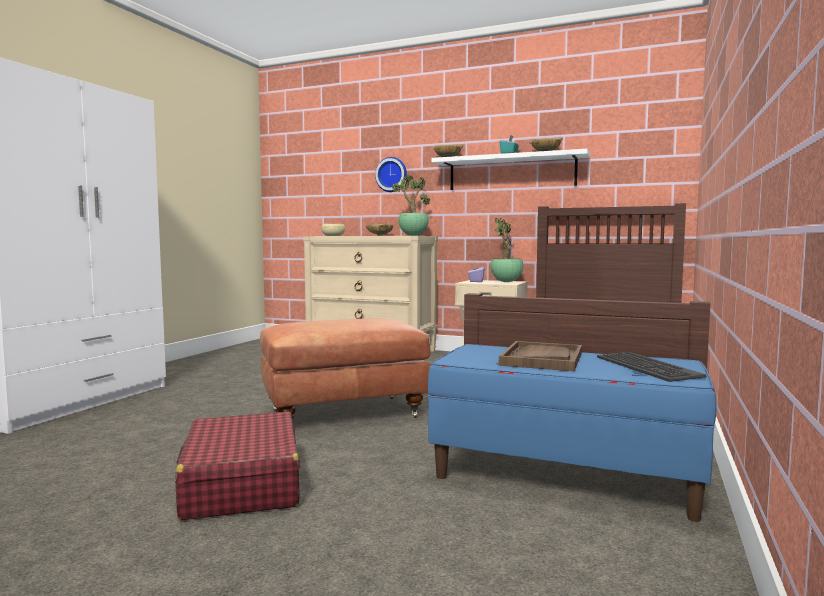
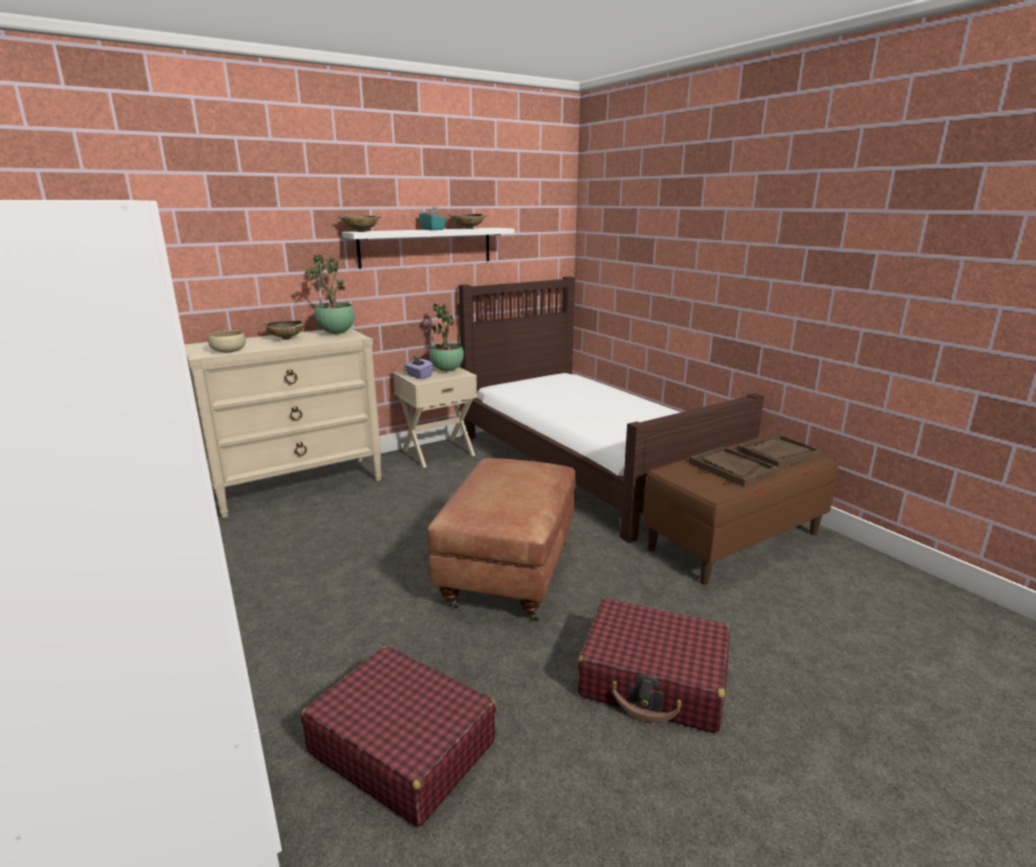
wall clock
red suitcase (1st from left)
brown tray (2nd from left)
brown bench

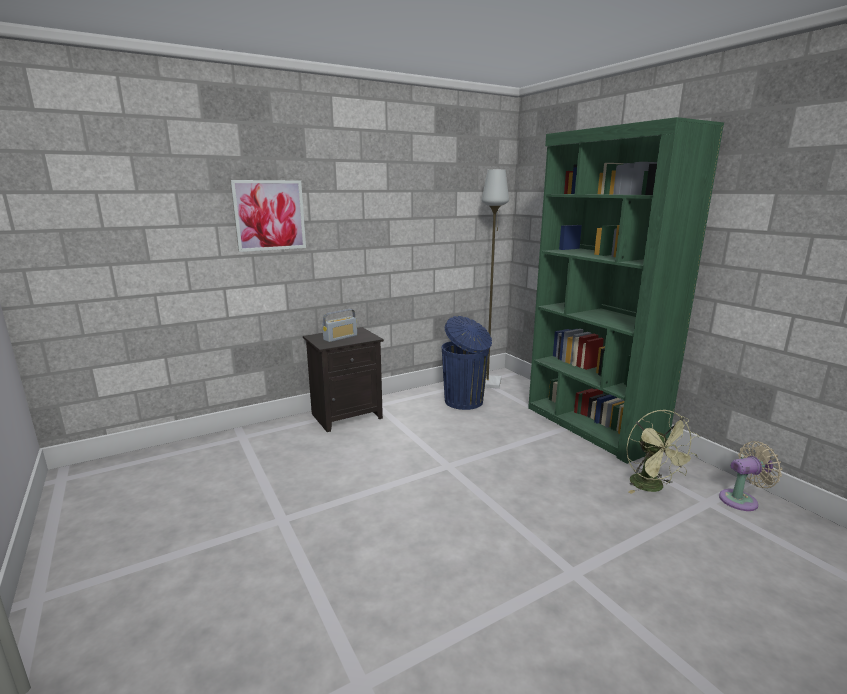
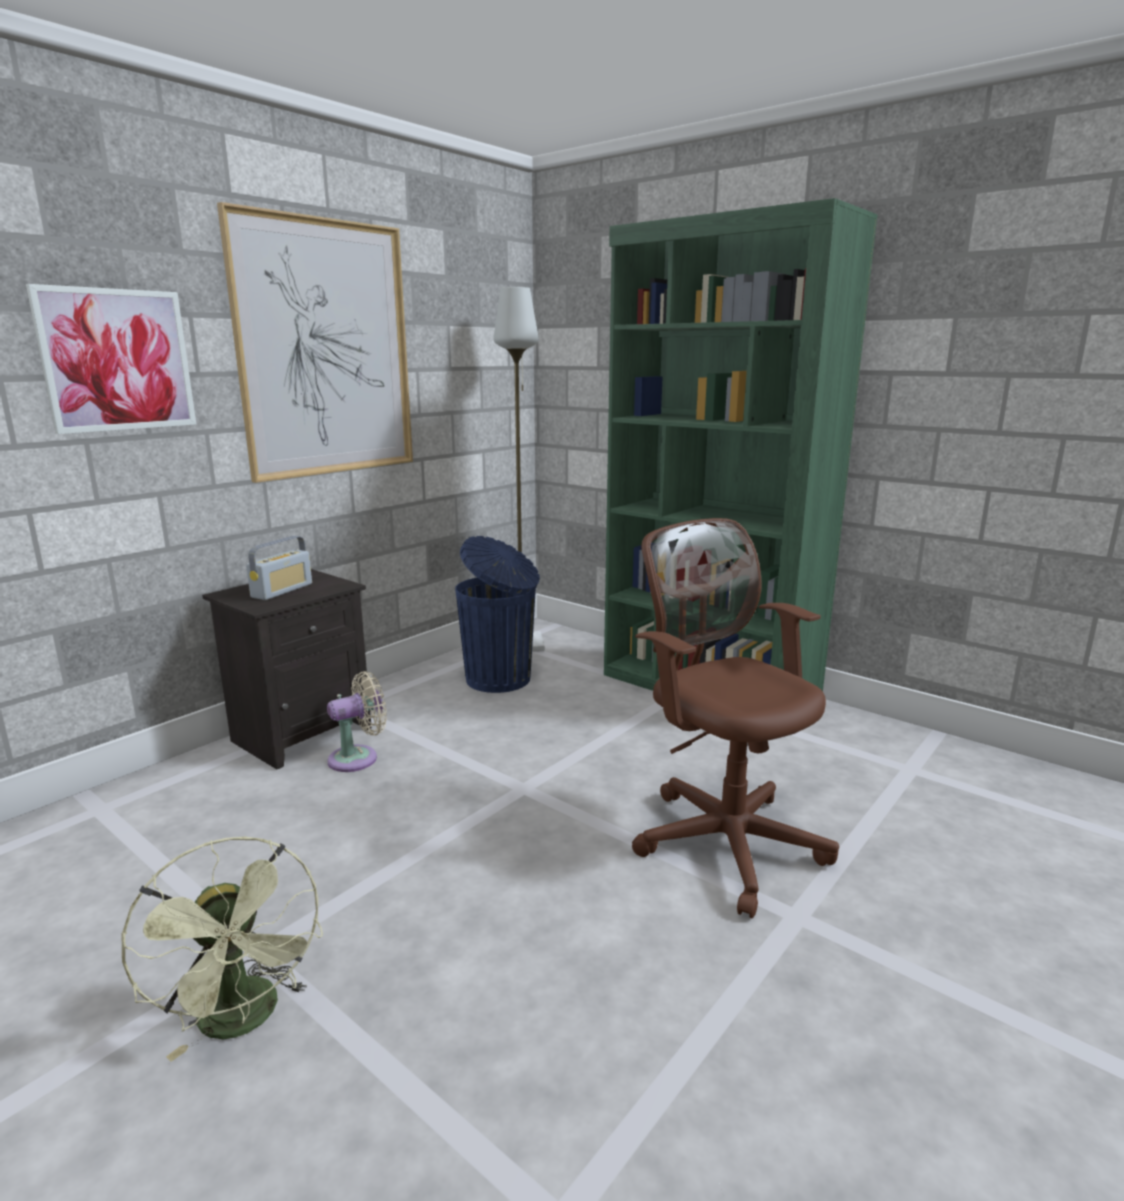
picture (2nd from left)
brown office chair
green fan
beige fan

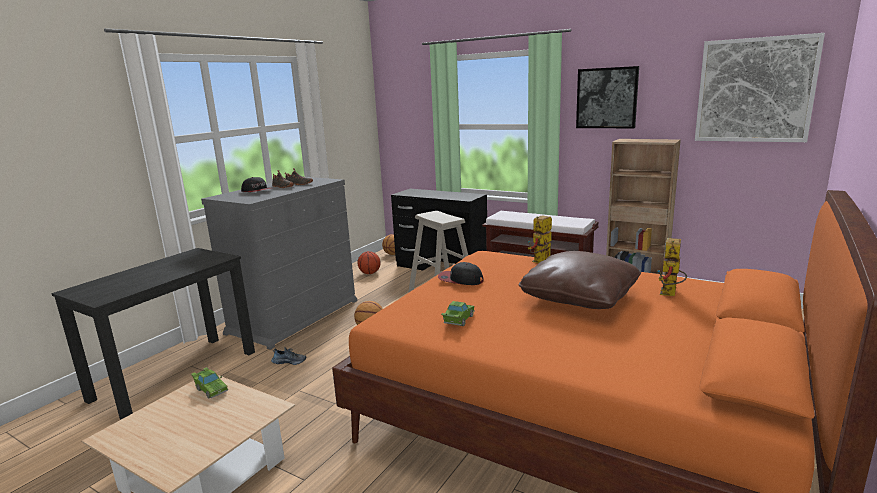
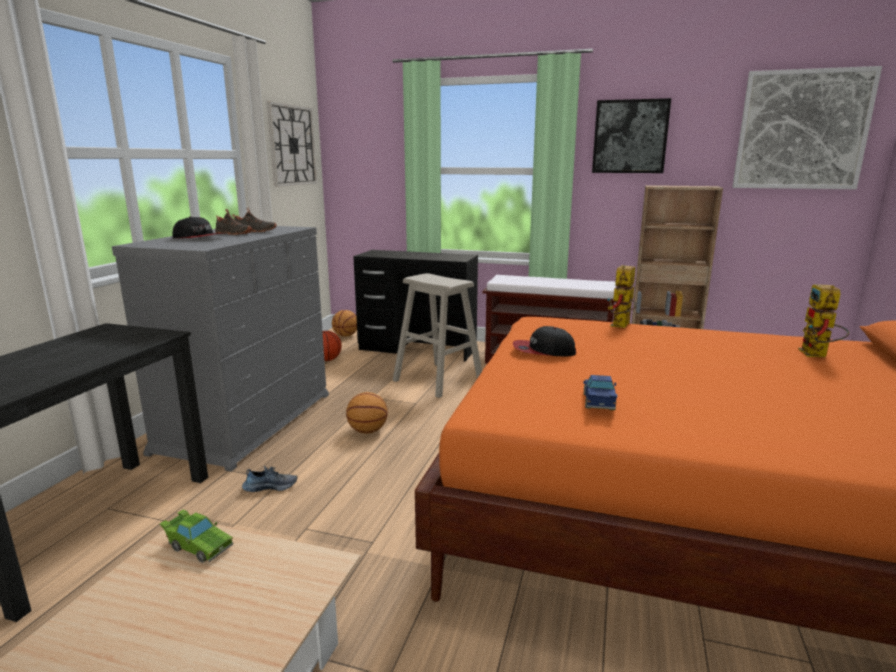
brown pillow
wall clock
blue toy car

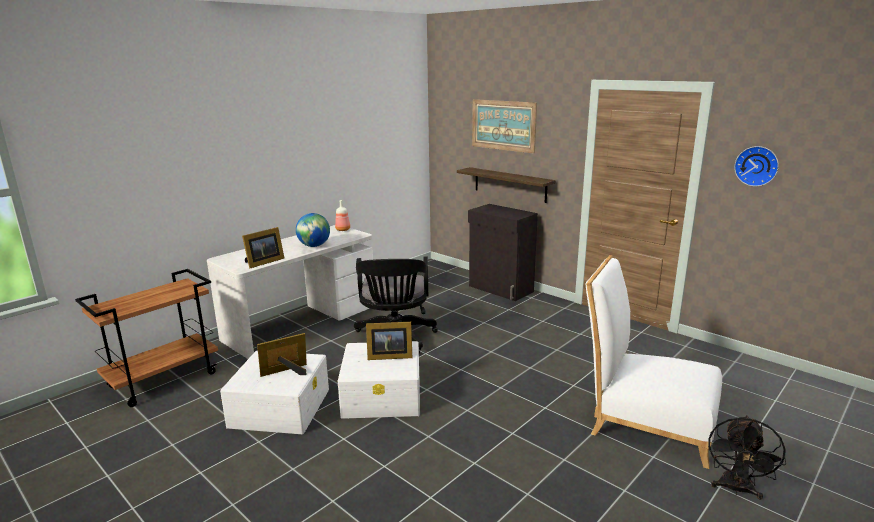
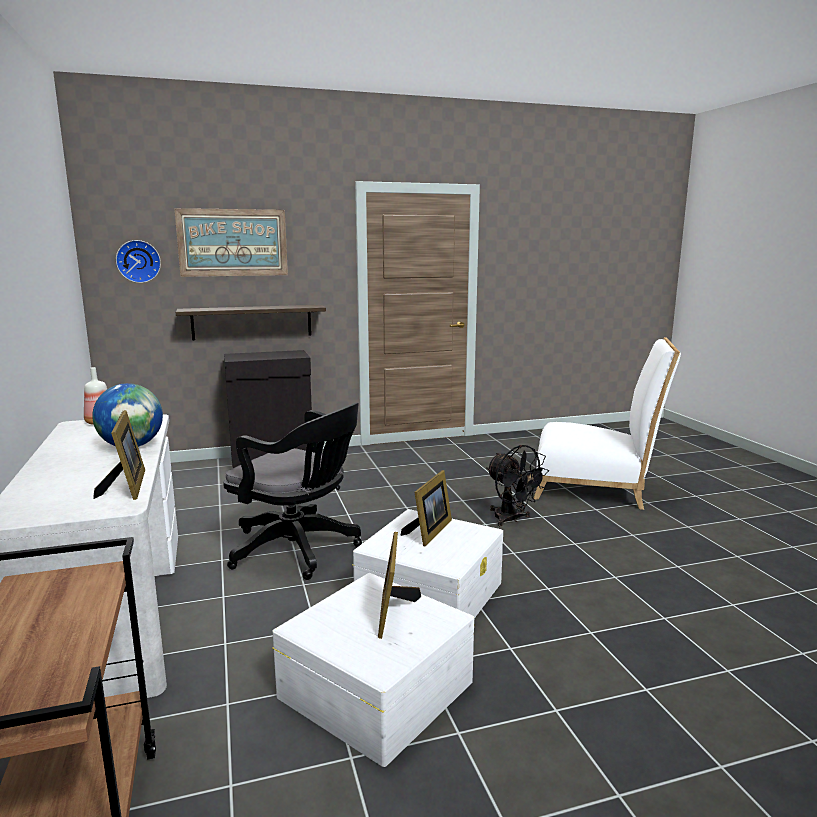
black fan
wall clock
white chair

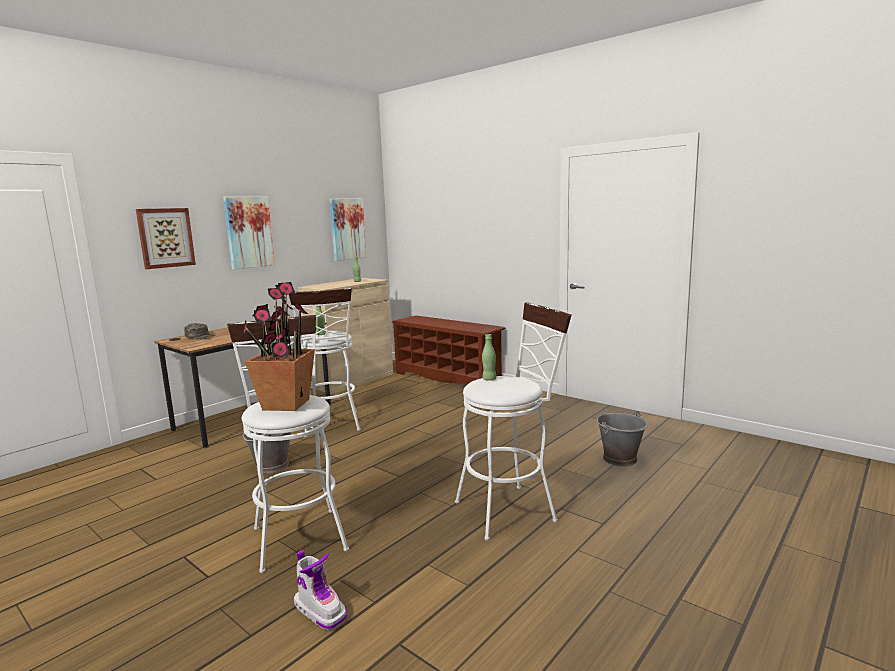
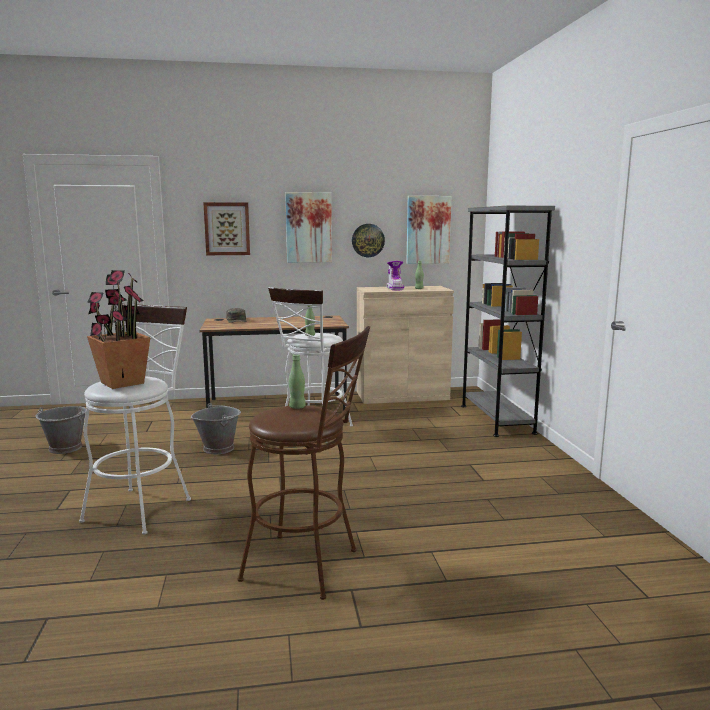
wall clock
boot
grey bucket (1st from left)
grey bookcase
brown stool

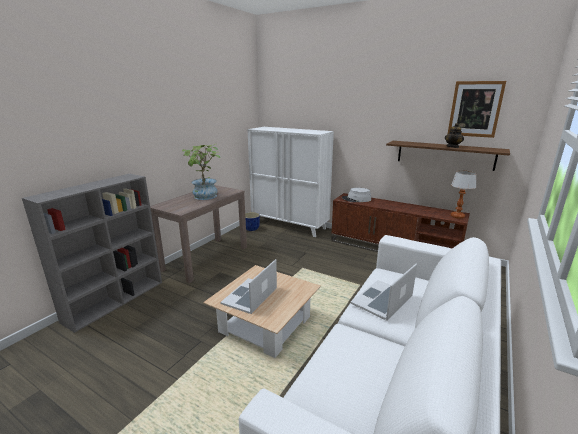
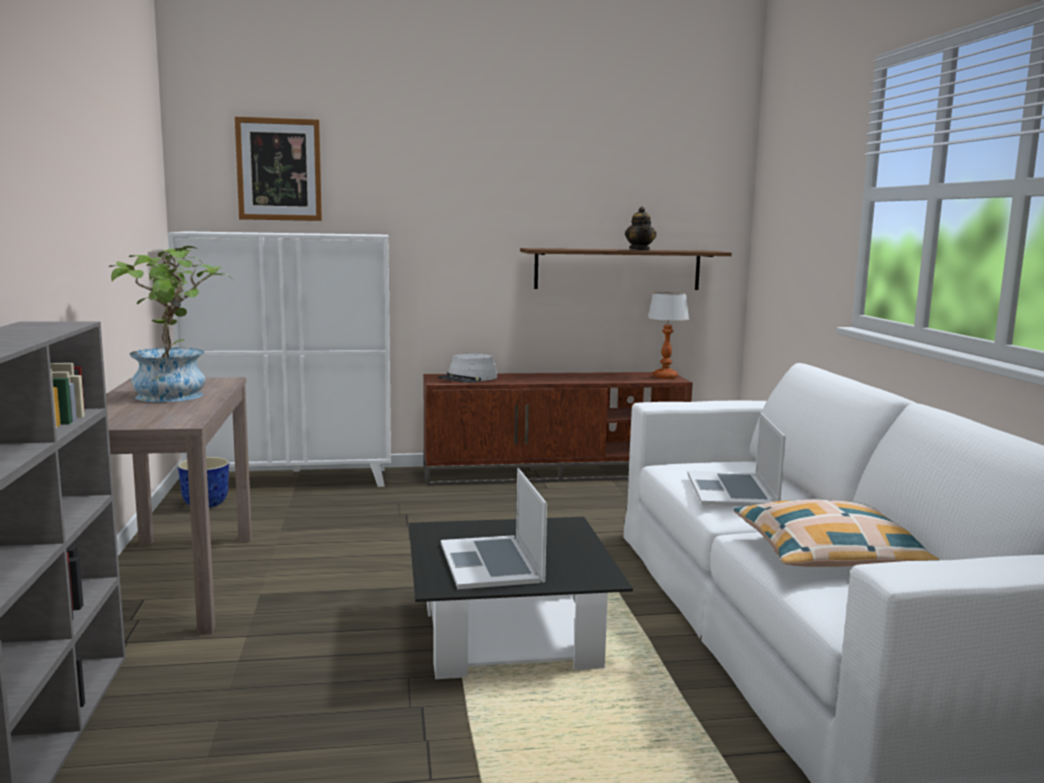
pillow
picture
black coffee table

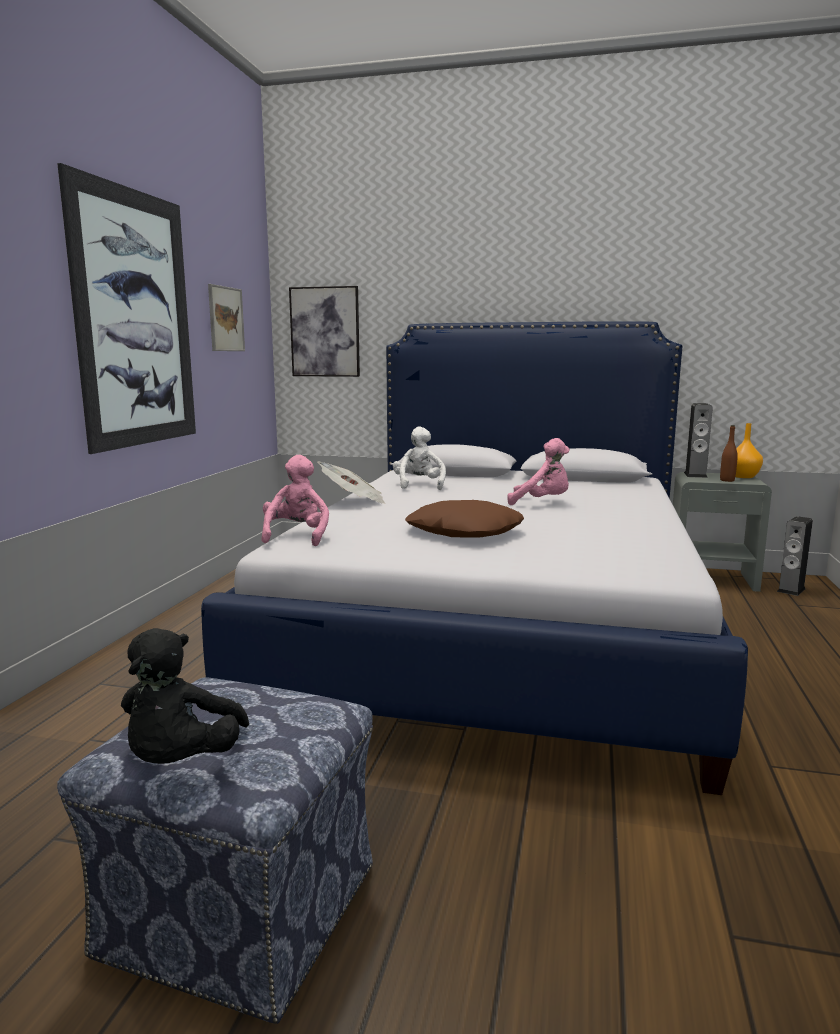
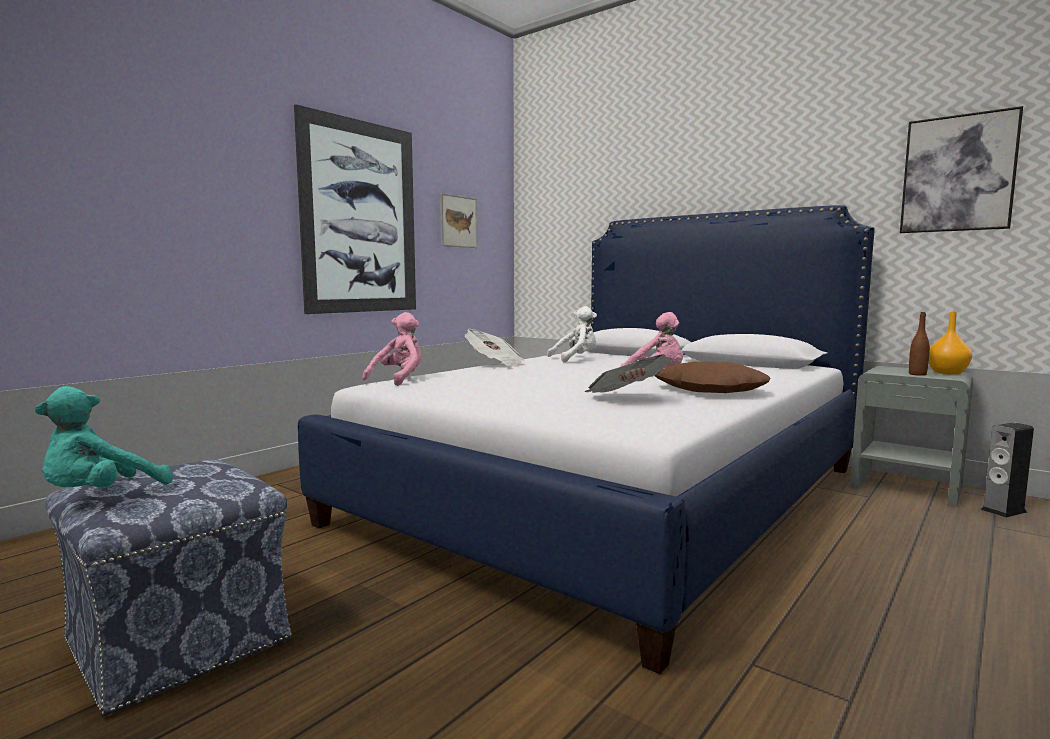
speaker (1st from left in the first image)
newspaper (2nd from left)
picture (3rd from left)
brown pillow
turquoise plush toy
white plush toy

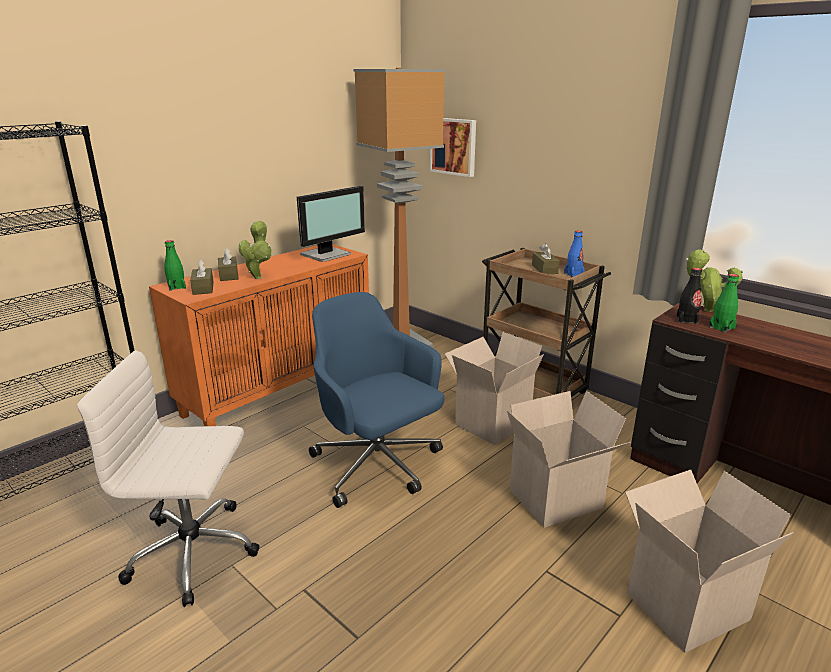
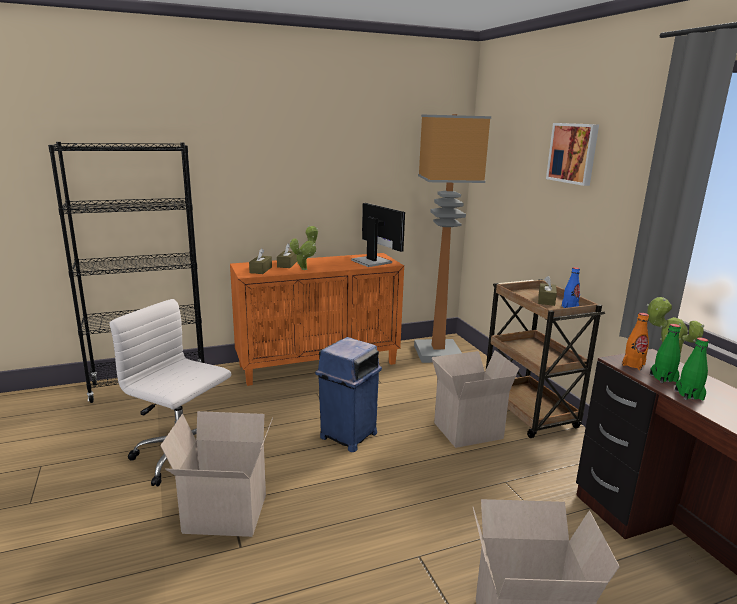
green bottle (2nd from left)
picture
cardboard box (1st from left)
blue trash can
orange bottle
monitor

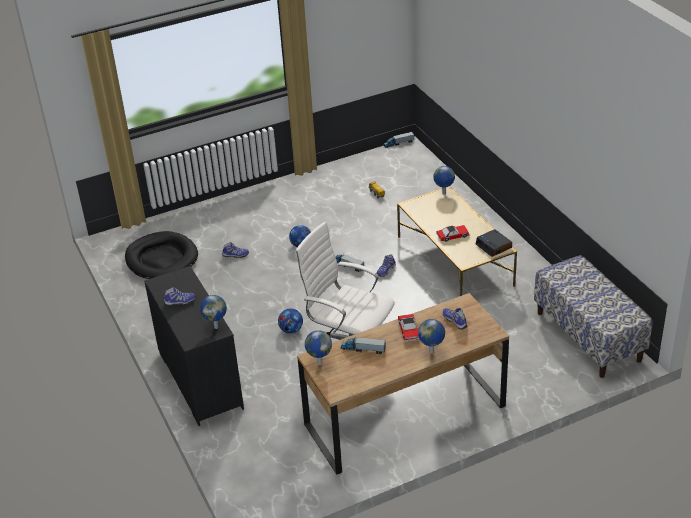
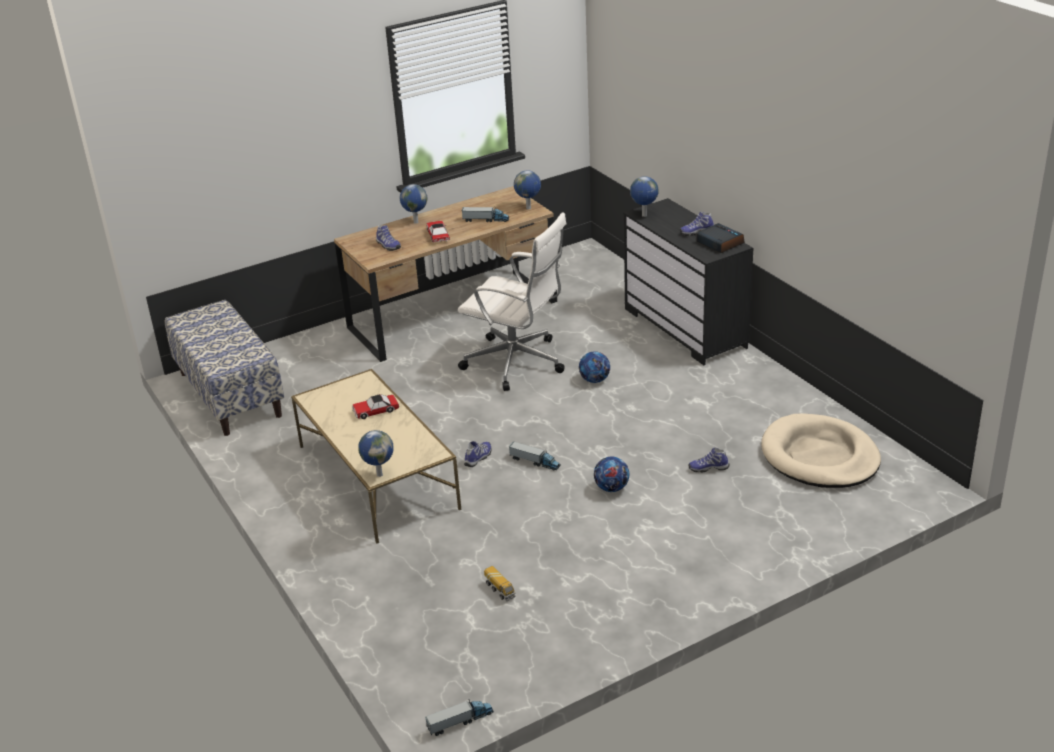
alarm clock
beige dog bed

